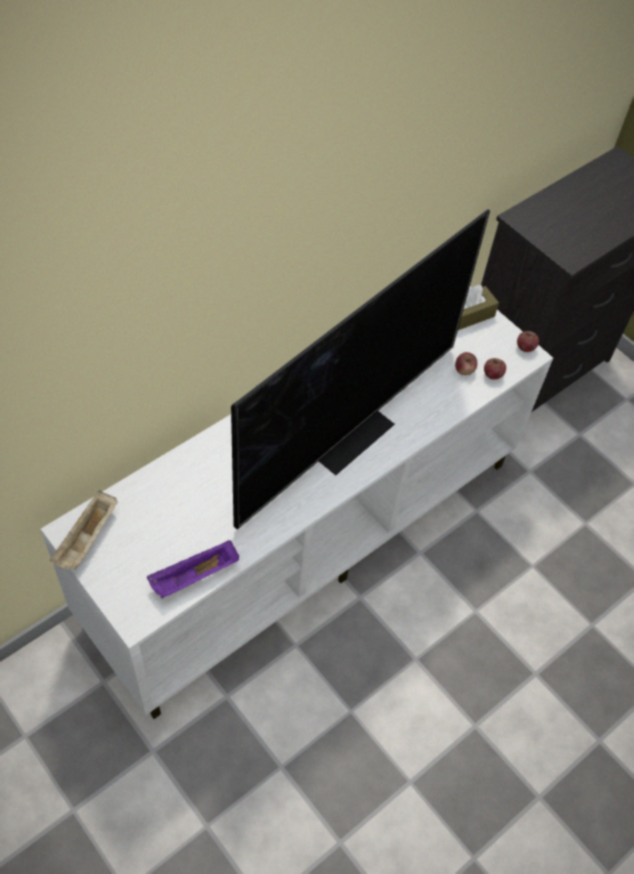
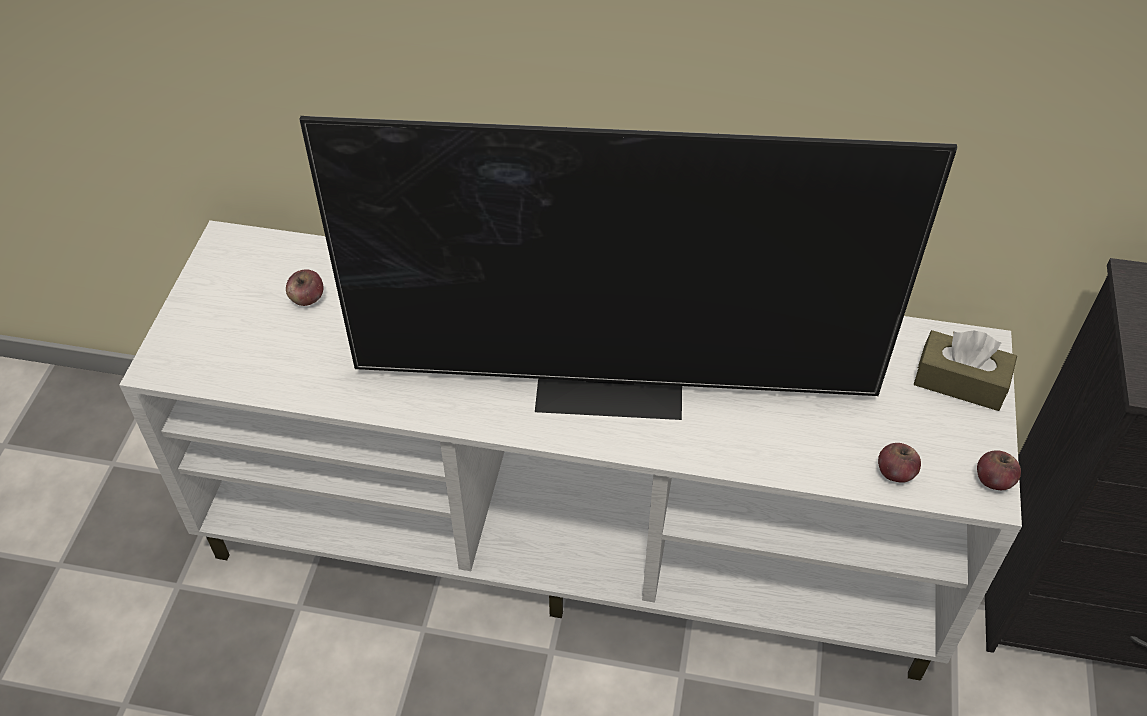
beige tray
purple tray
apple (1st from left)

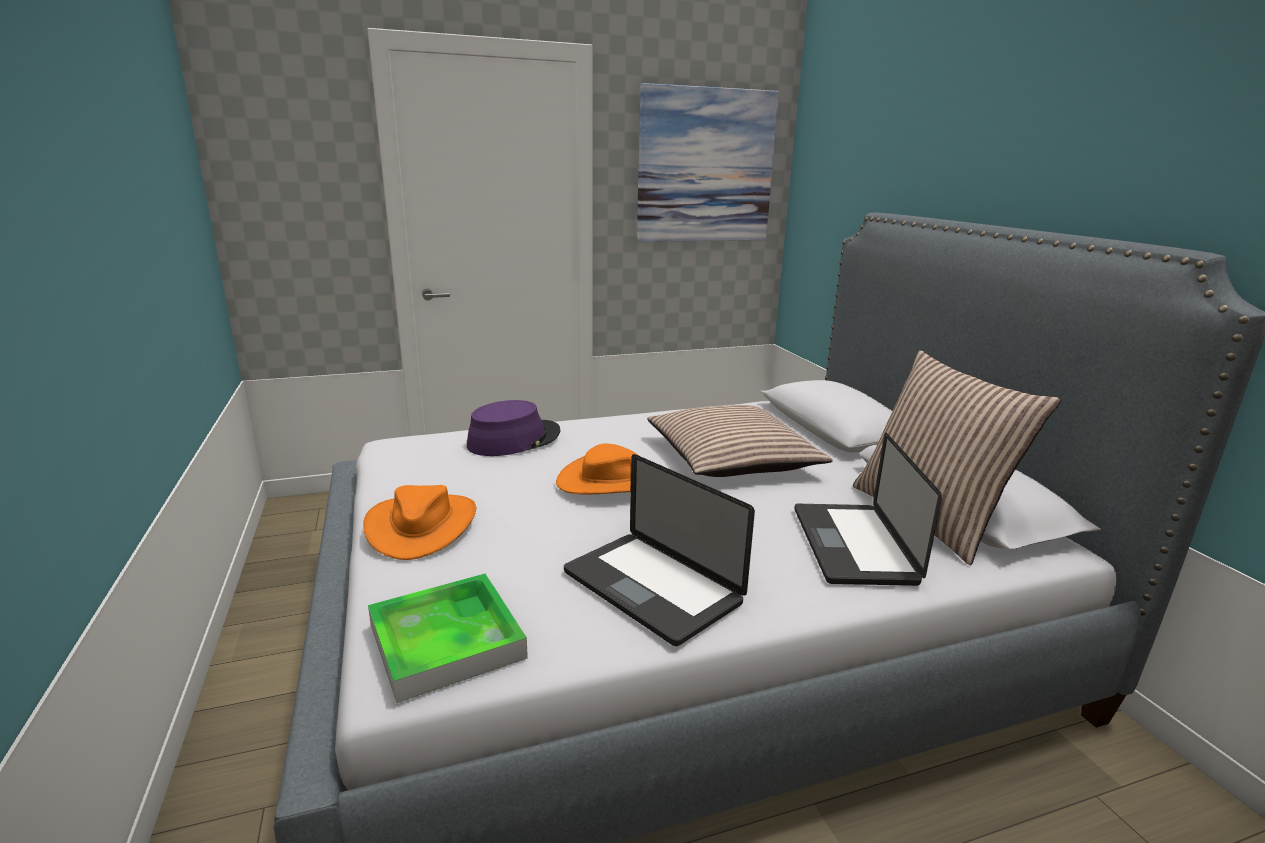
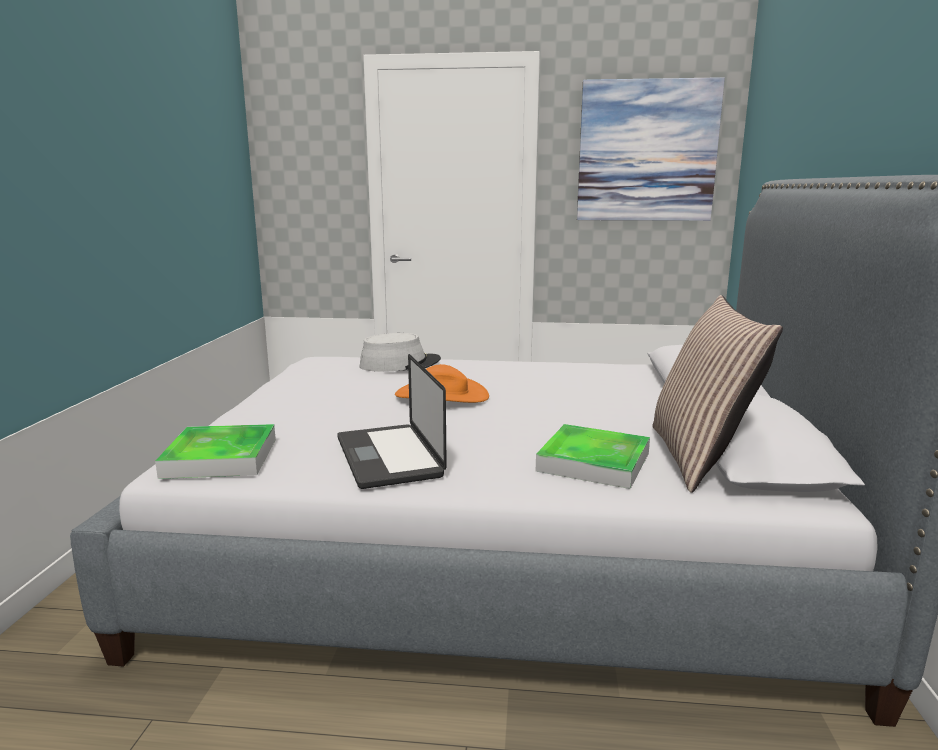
orange hat (1st from left in the first image)
pillow (1st from left in the first image)
tray (2nd from left)
grey hat

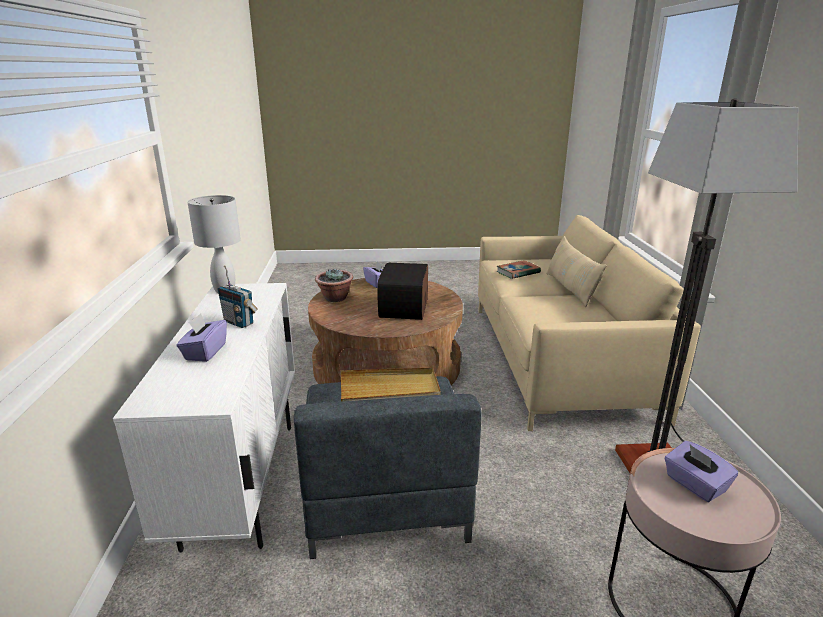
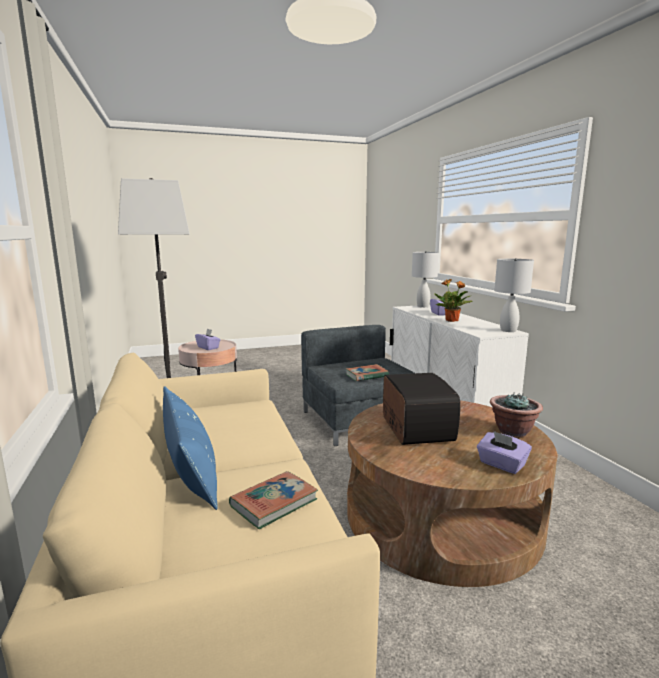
white table lamp (1st from left)
potted plant (1st from left)
book (2nd from left)
blue pillow

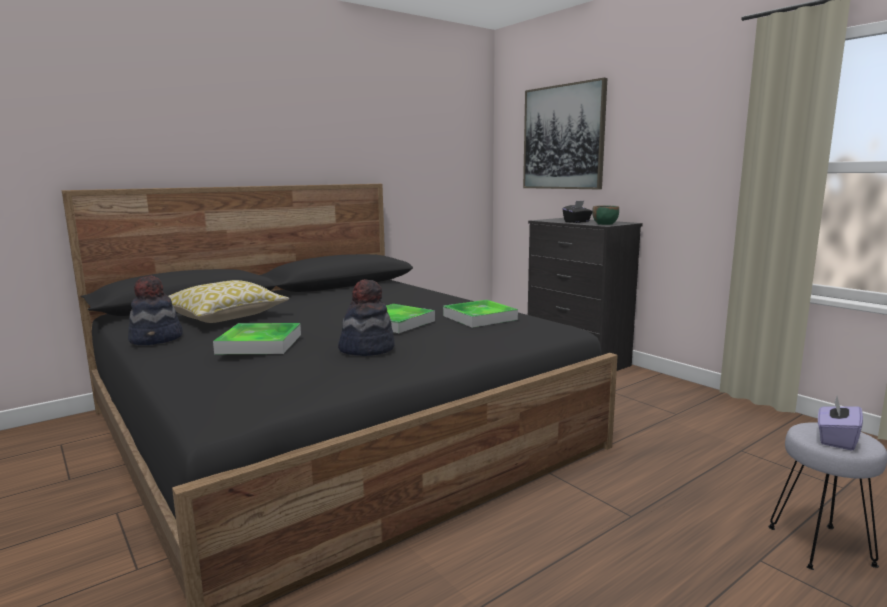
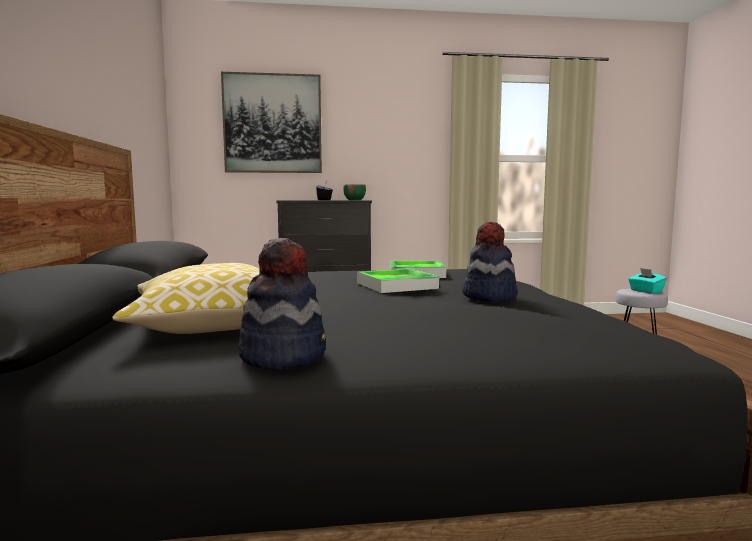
tray (1st from left in the first image)
turquoise tissue box

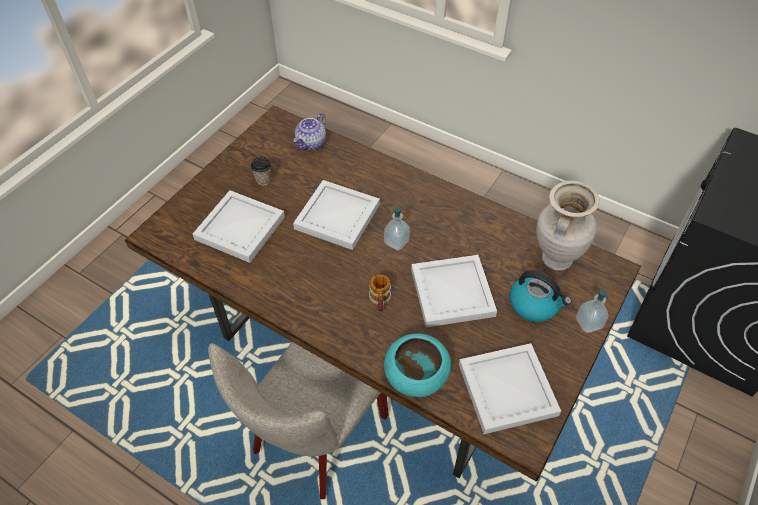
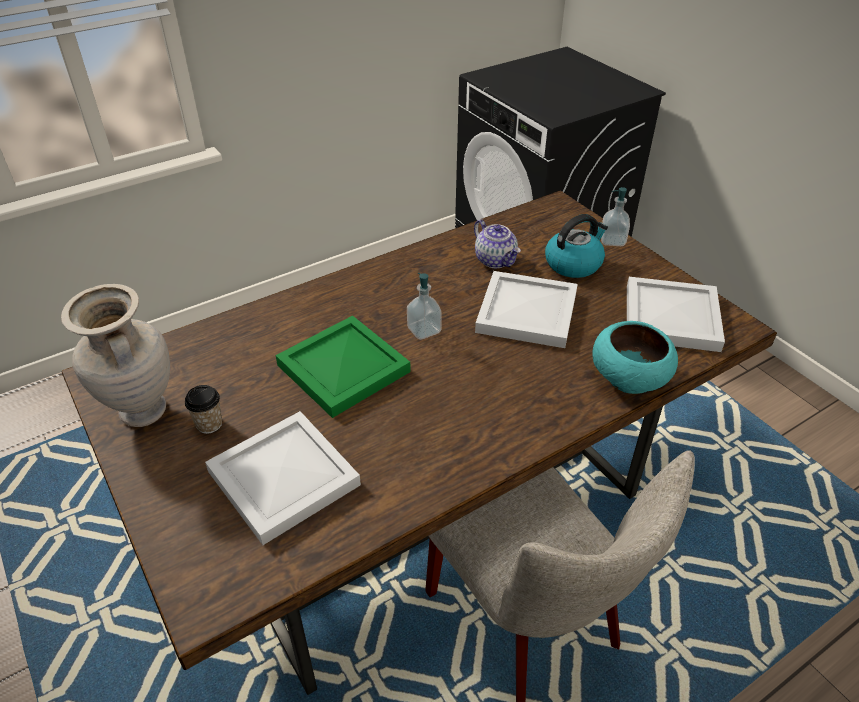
mug
teapot
beige vase
green tray

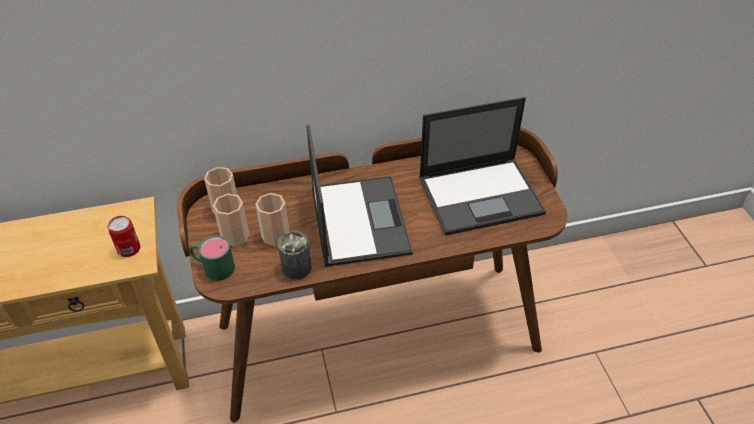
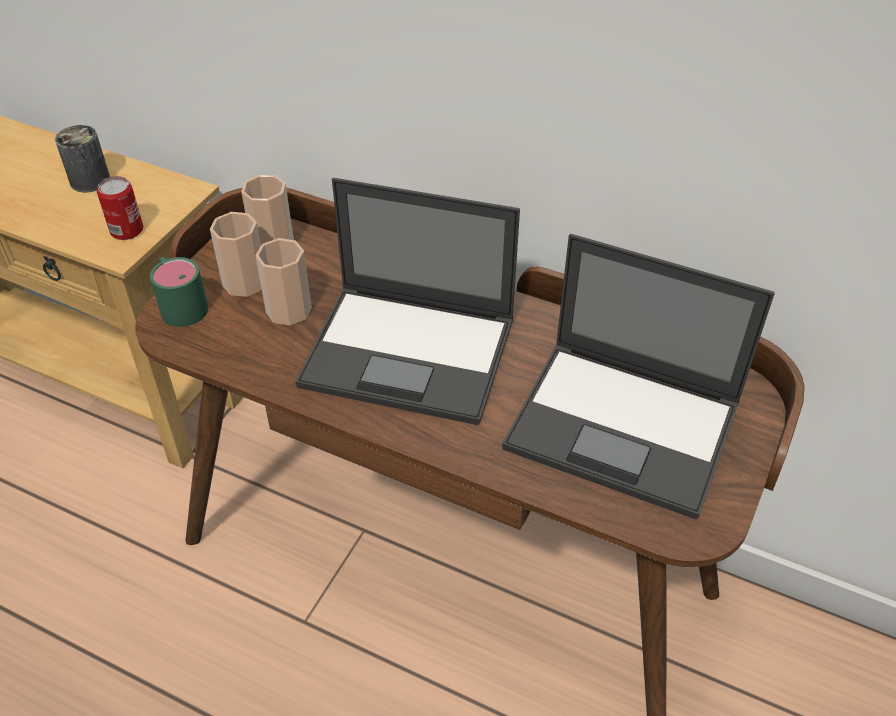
can (1st from left)
laptop (1st from left)

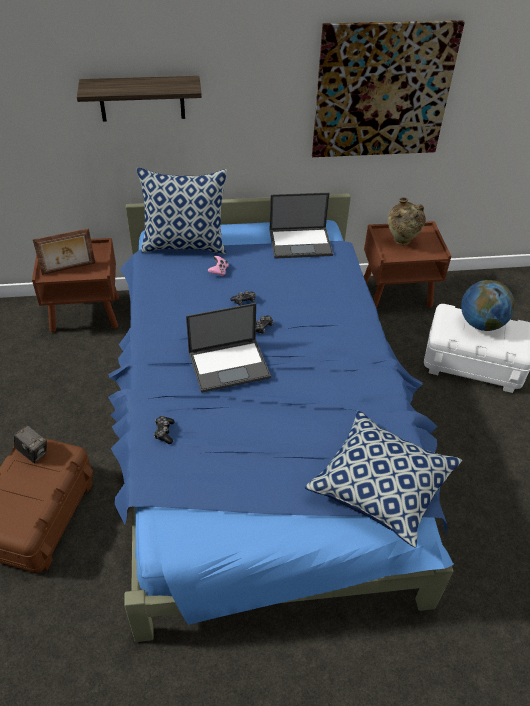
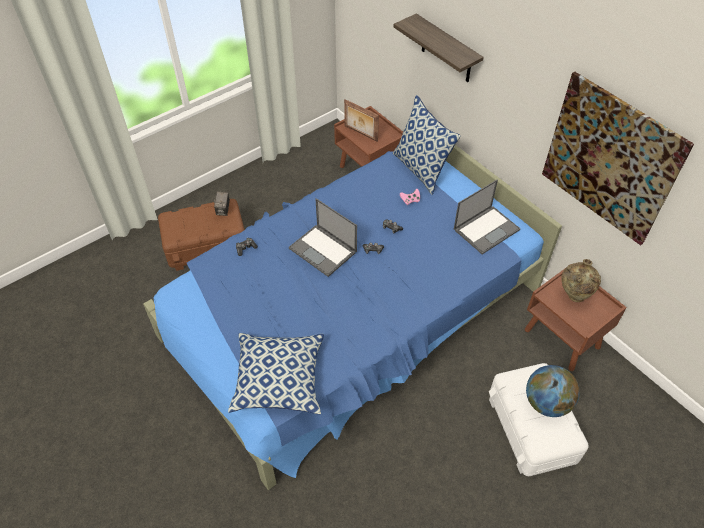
laptop (2nd from left)

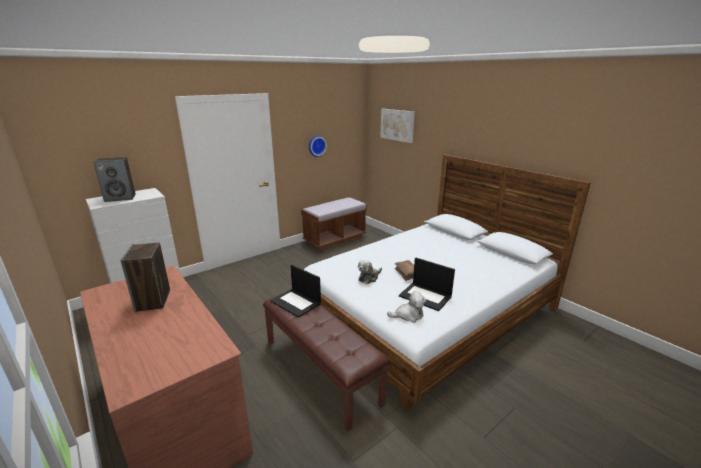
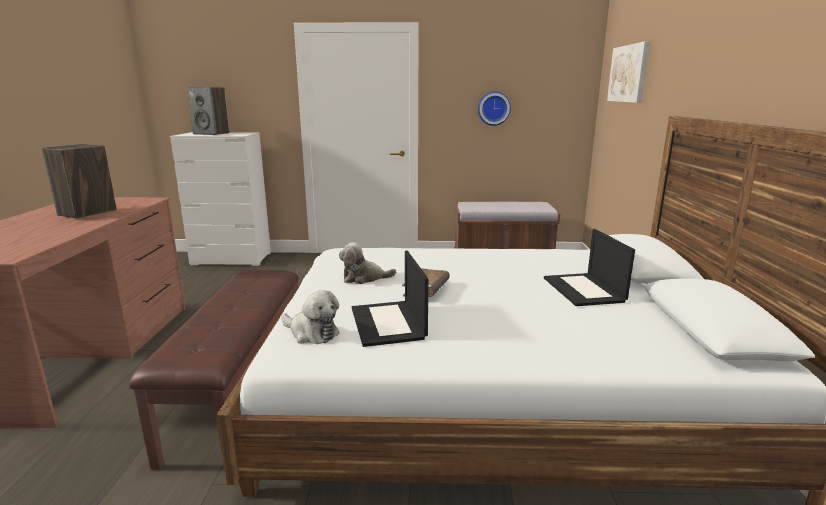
laptop (2nd from left)

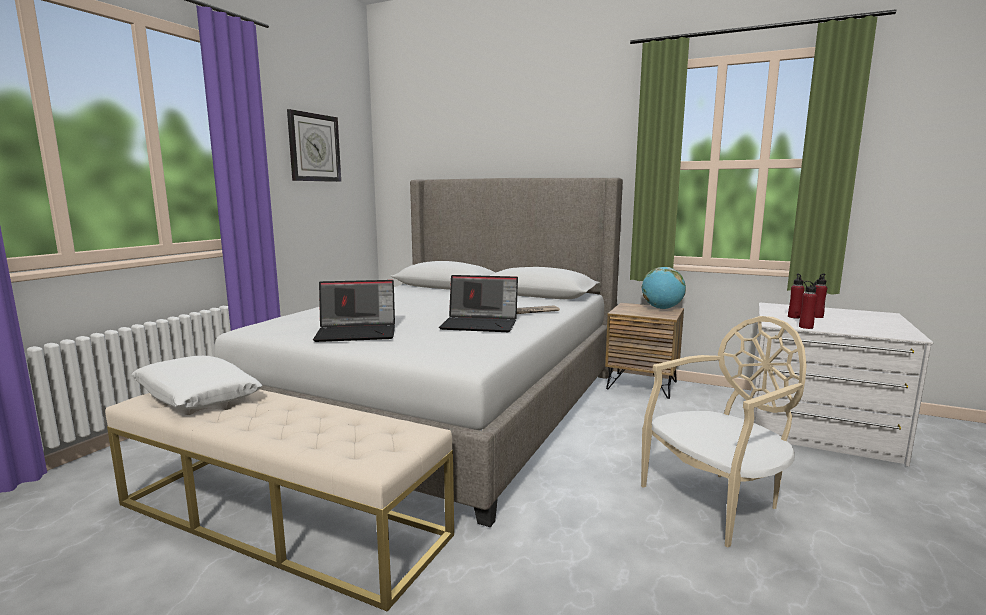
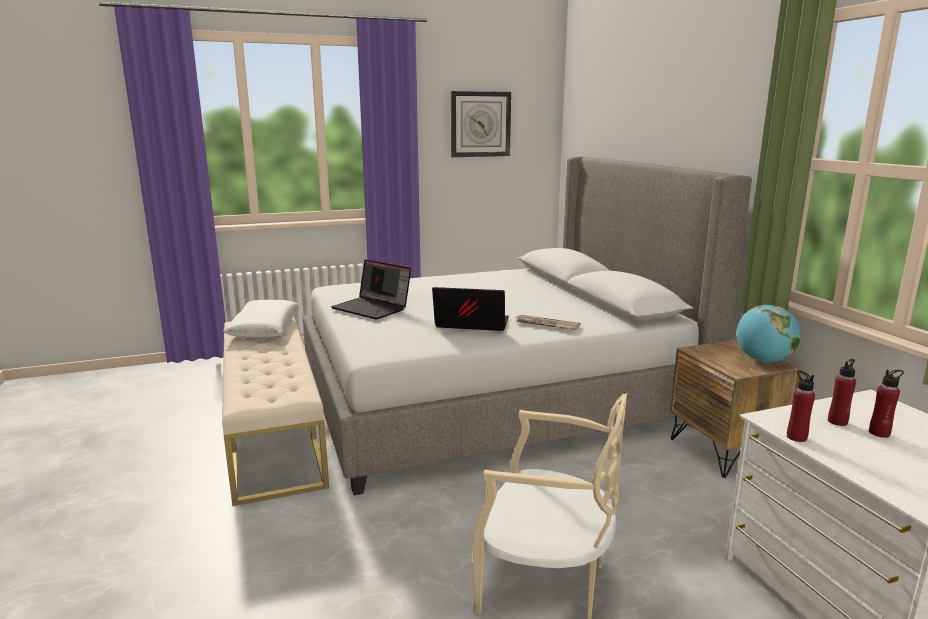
laptop (2nd from left)

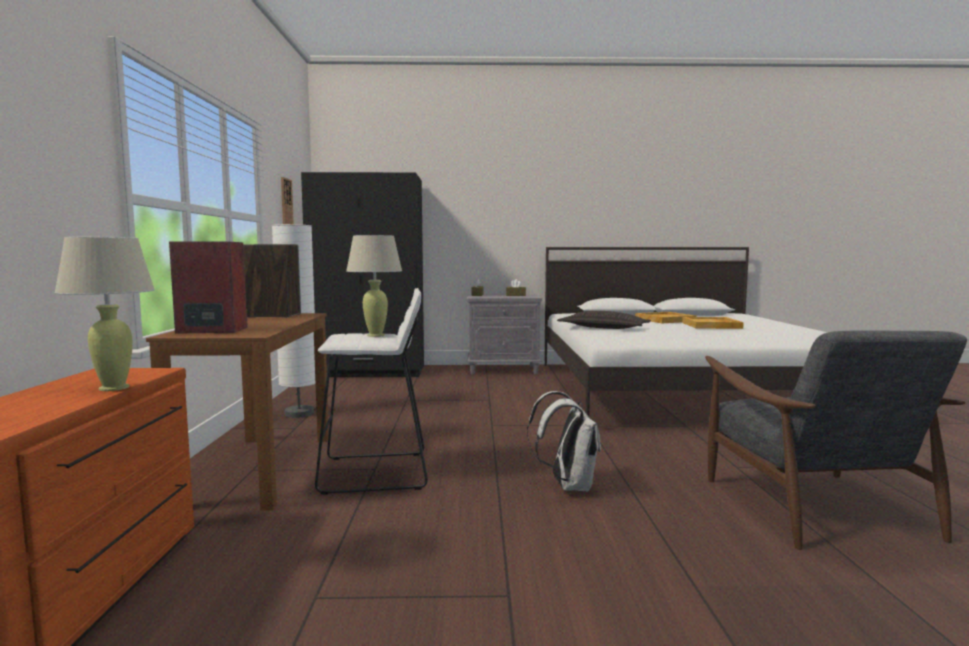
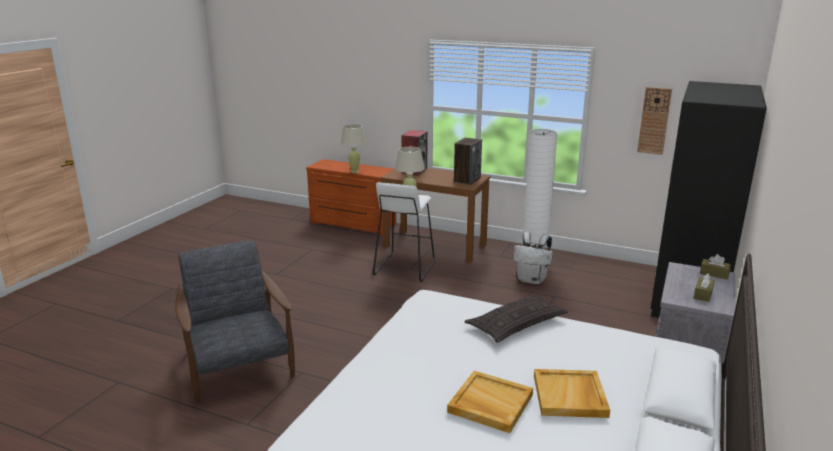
white backpack
grey armchair

